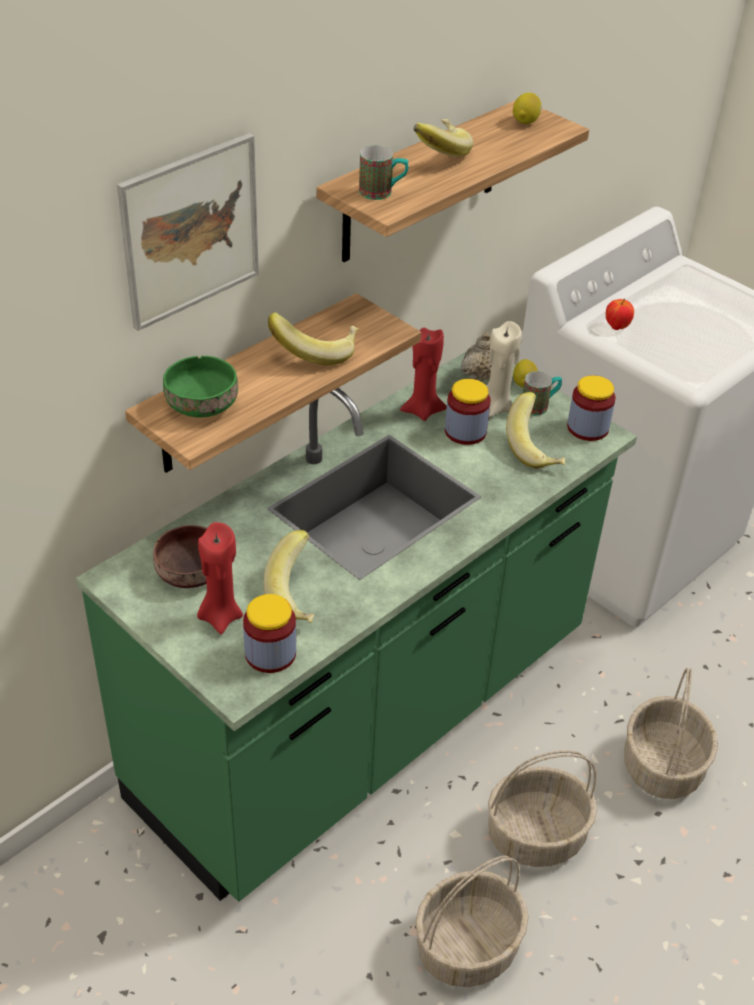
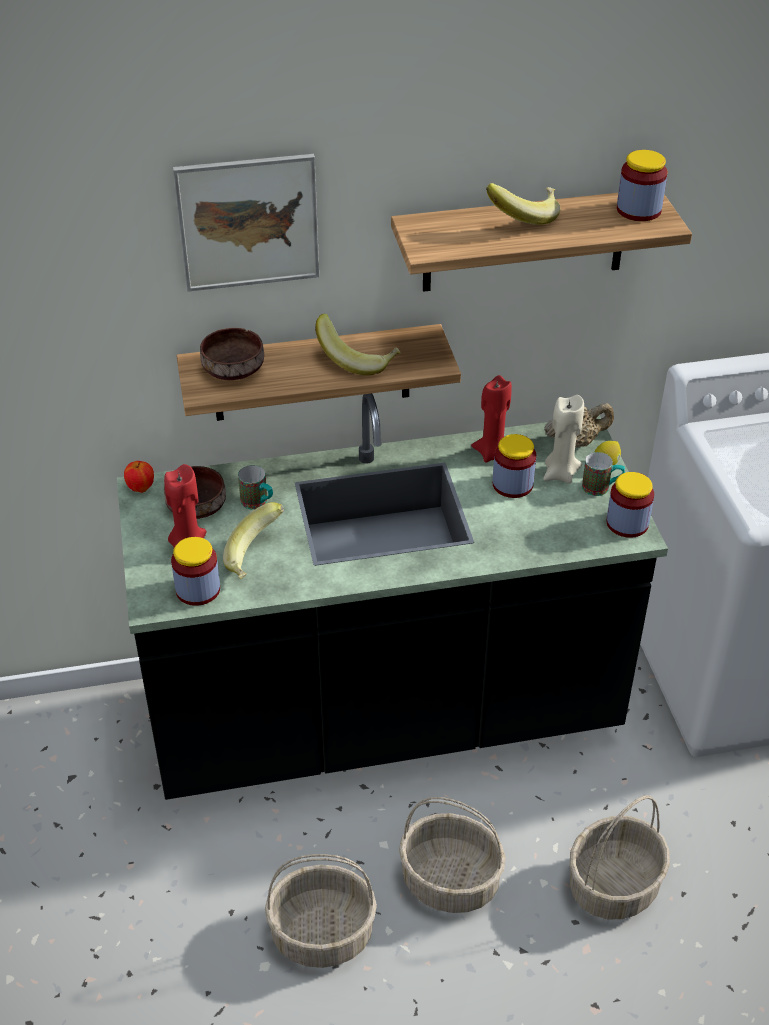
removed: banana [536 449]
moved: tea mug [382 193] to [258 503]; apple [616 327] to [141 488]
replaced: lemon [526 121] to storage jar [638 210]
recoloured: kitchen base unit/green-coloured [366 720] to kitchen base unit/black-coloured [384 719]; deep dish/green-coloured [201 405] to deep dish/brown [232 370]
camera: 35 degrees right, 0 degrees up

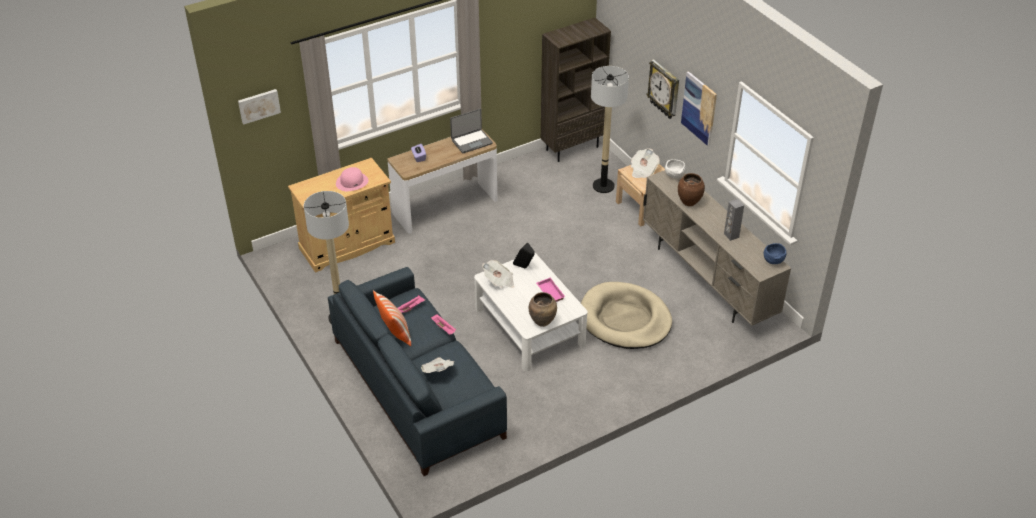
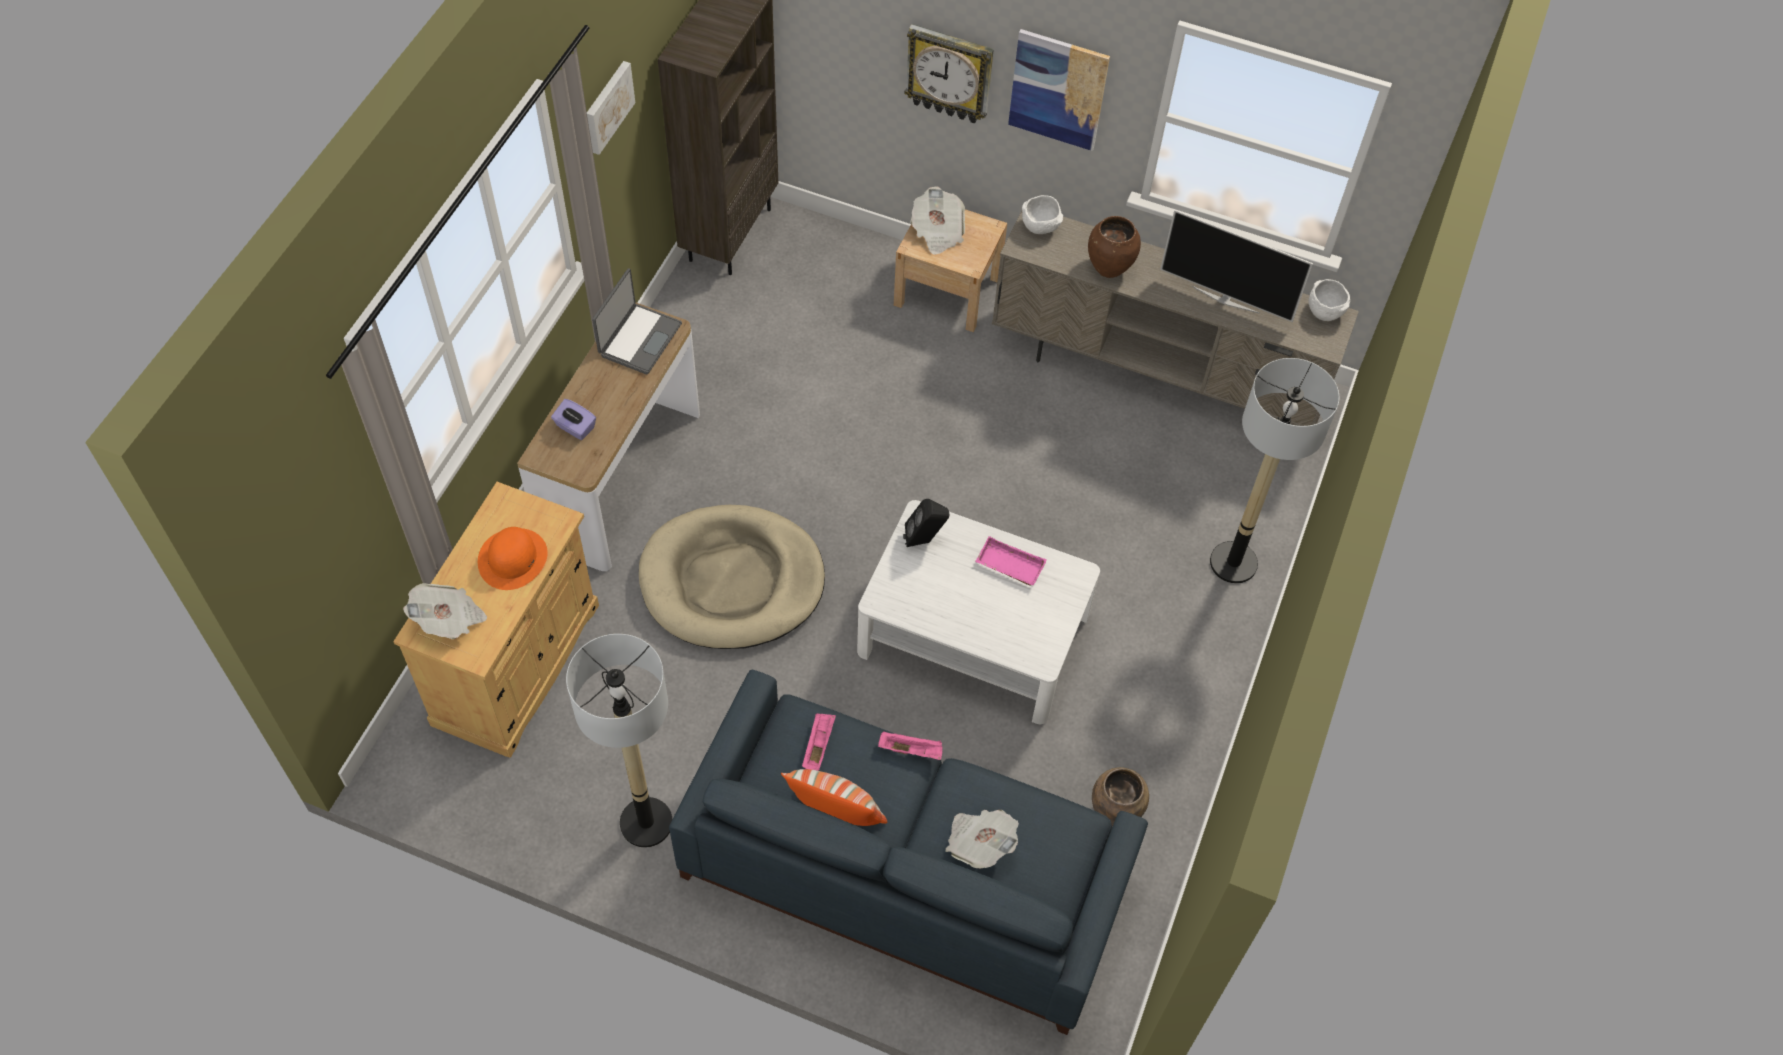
moved: wall picture [258 105] to [607 106]; newspaper [499 281] to [449 620]; decorative vase/brown [543 322] to [1115 812]; dog bed/beige-coloured [625 319] to [732 581]; standing lamp [603 186] to [1233 562]
replaced: audio speaker/grey [731 235] to television [1225 299]
recoloured: hat/pinkish [352 182] to hat/orange [513 558]; deep dish/blue [773 260] to deep dish/white-coloured [1323 311]
camera: 40 degrees left, 15 degrees up

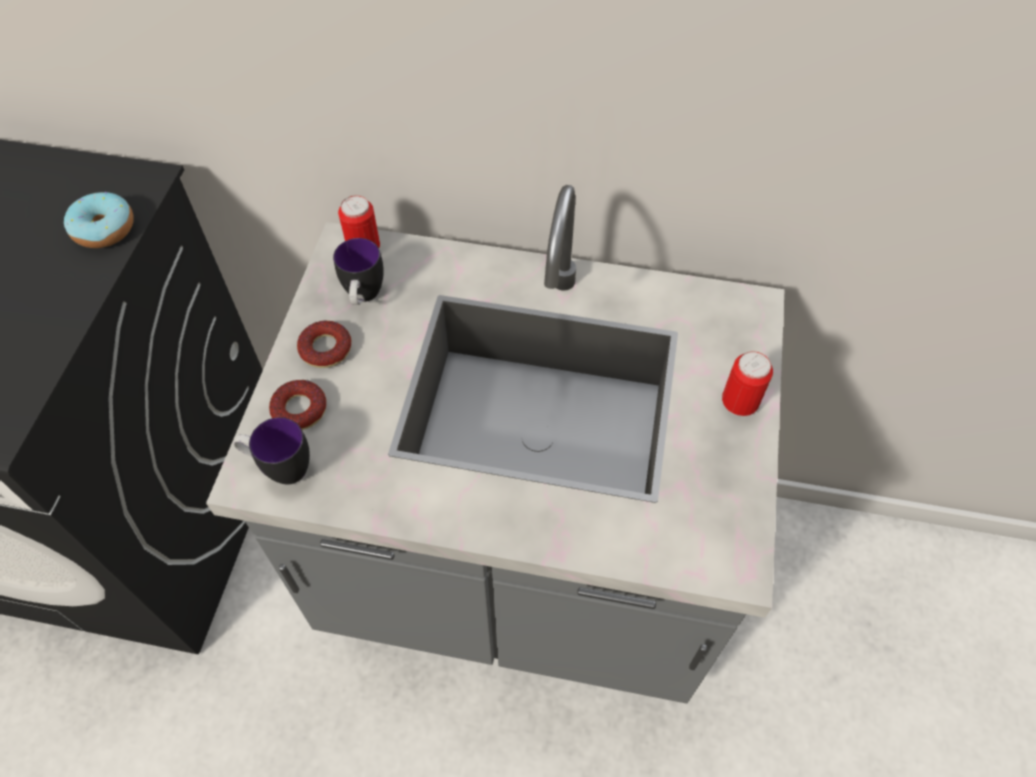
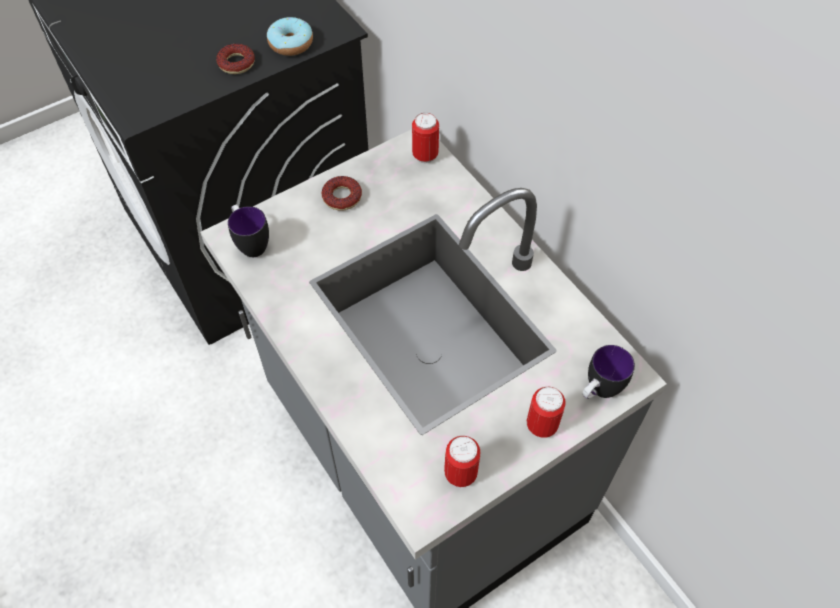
added: sealed can [460 474]
moved: donut [299 409] to [236 63]; tea mug [363 298] to [598 391]
camera: 45 degrees right, 0 degrees up

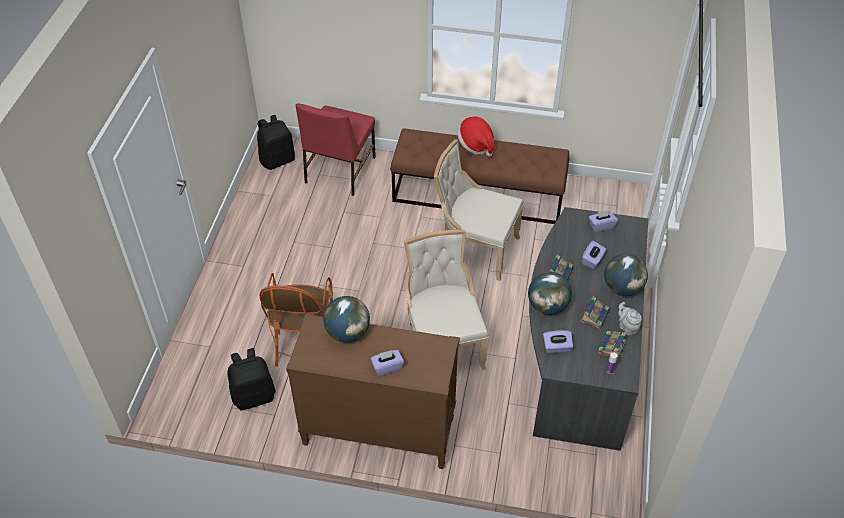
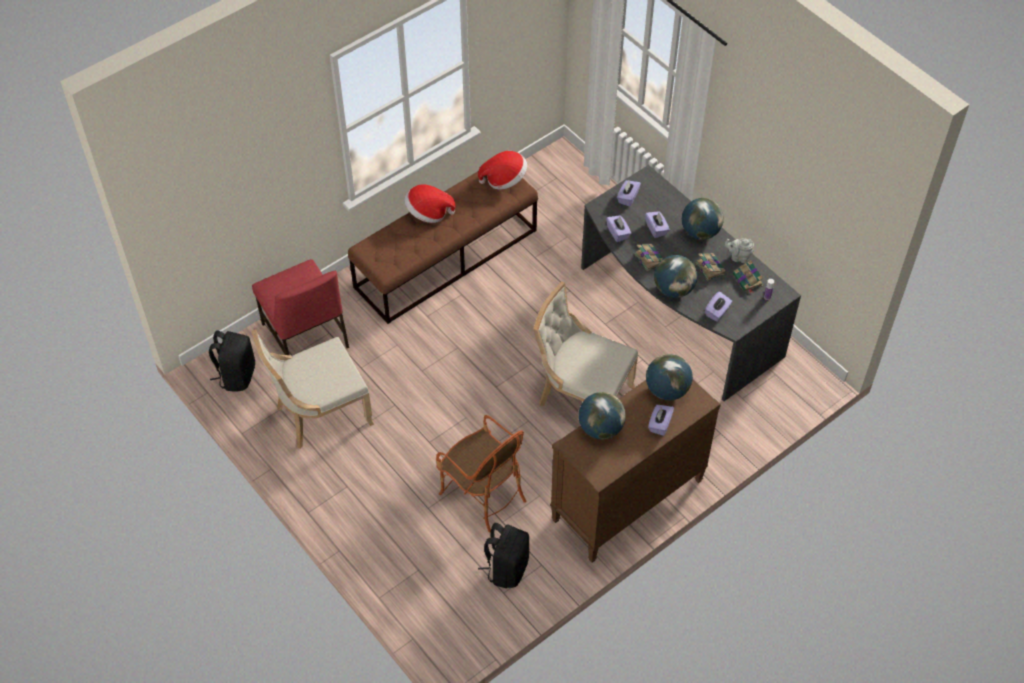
added: hat [504 179]; box of tissues/purplish [618 233]; world globe [667 390]
moved: upright chair/beige-coloured [475 248] to [319 414]
camera: 50 degrees left, 5 degrees up

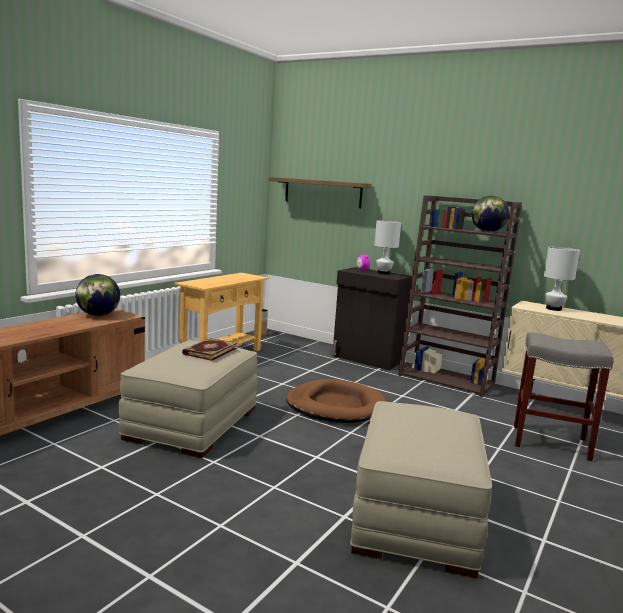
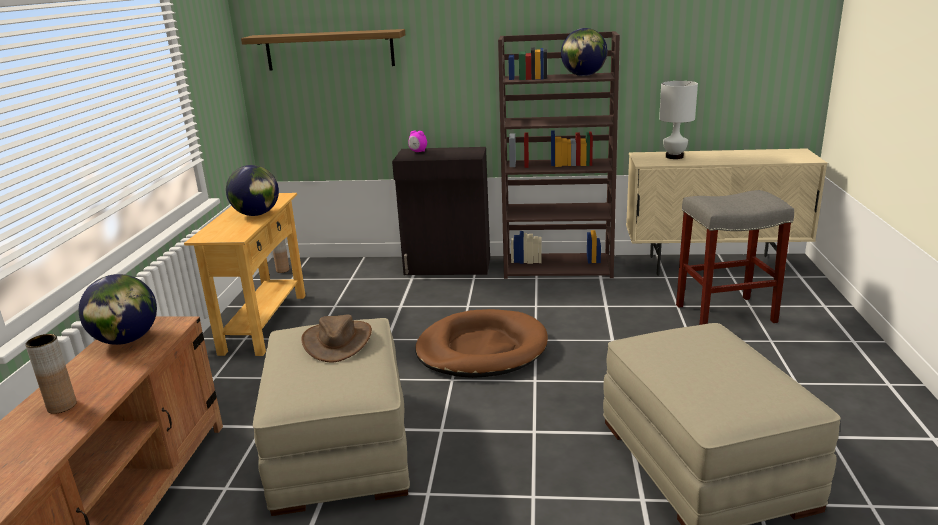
removed: lamp for a table/white-coloured [383 273]
added: decorative vase/brown [62 406]; world globe [256 214]
replaced: bound book [209 351] to hat/brown [337 341]
camera: 25 degrees left, 10 degrees up

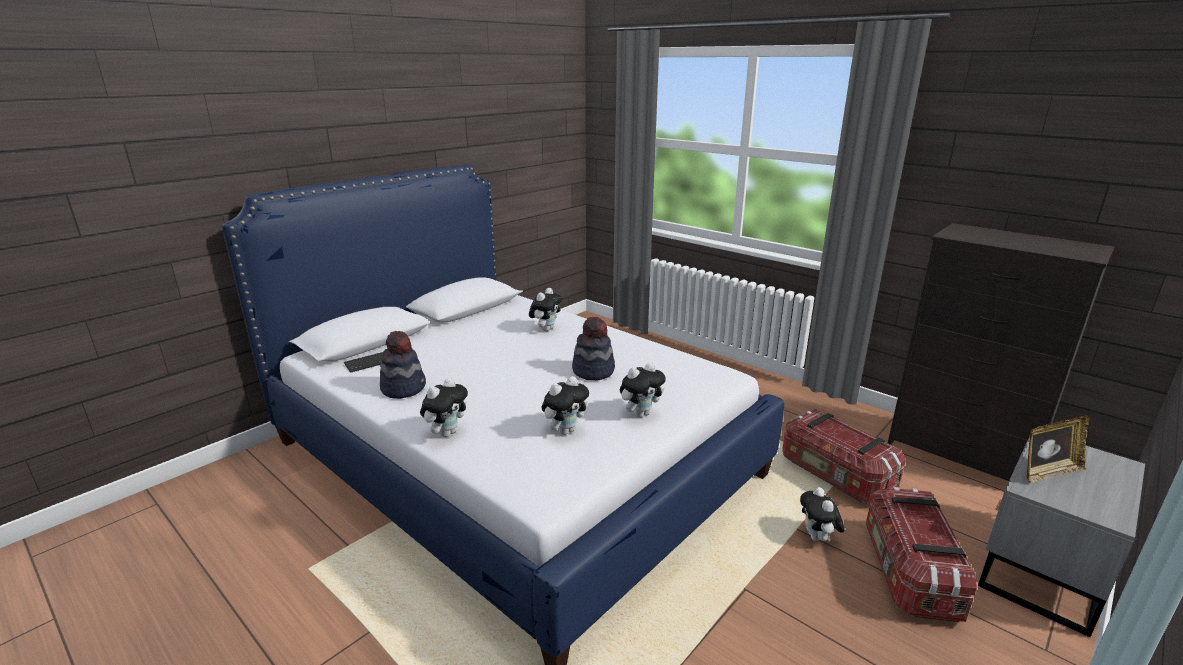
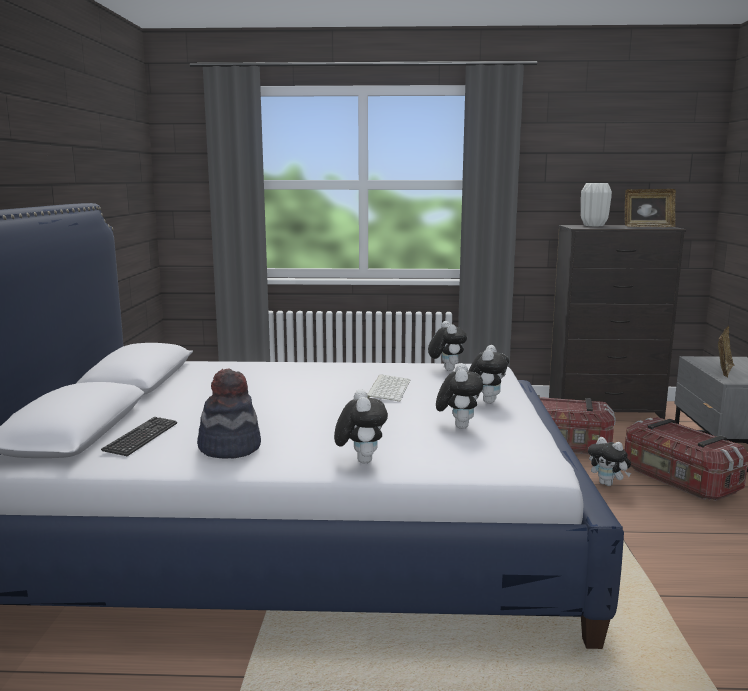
added: decorative vase/white-coloured [594 225]; picture frame [648 227]
moved: plush toy [546 329] to [446 369]
replaced: hat [593 371] to computer keyboard [387 389]
camera: 40 degrees left, 10 degrees down

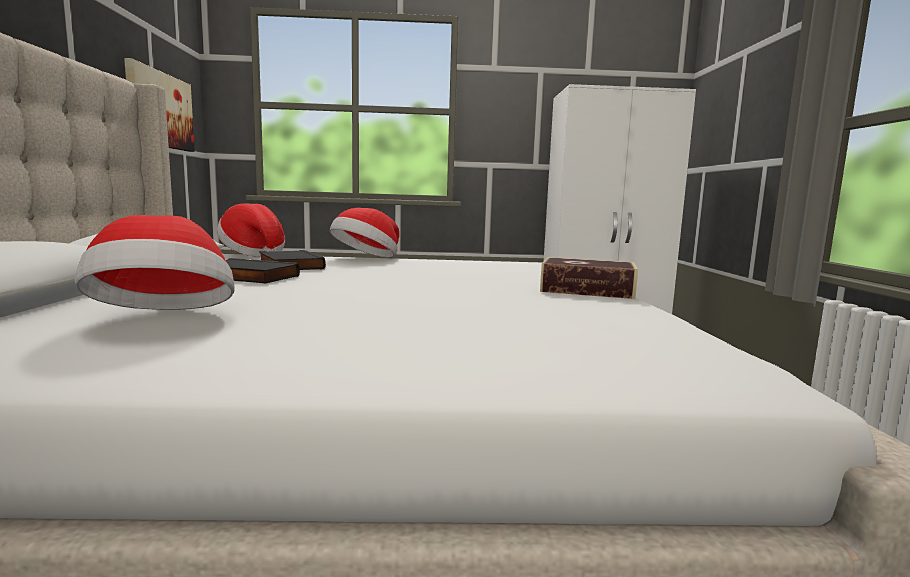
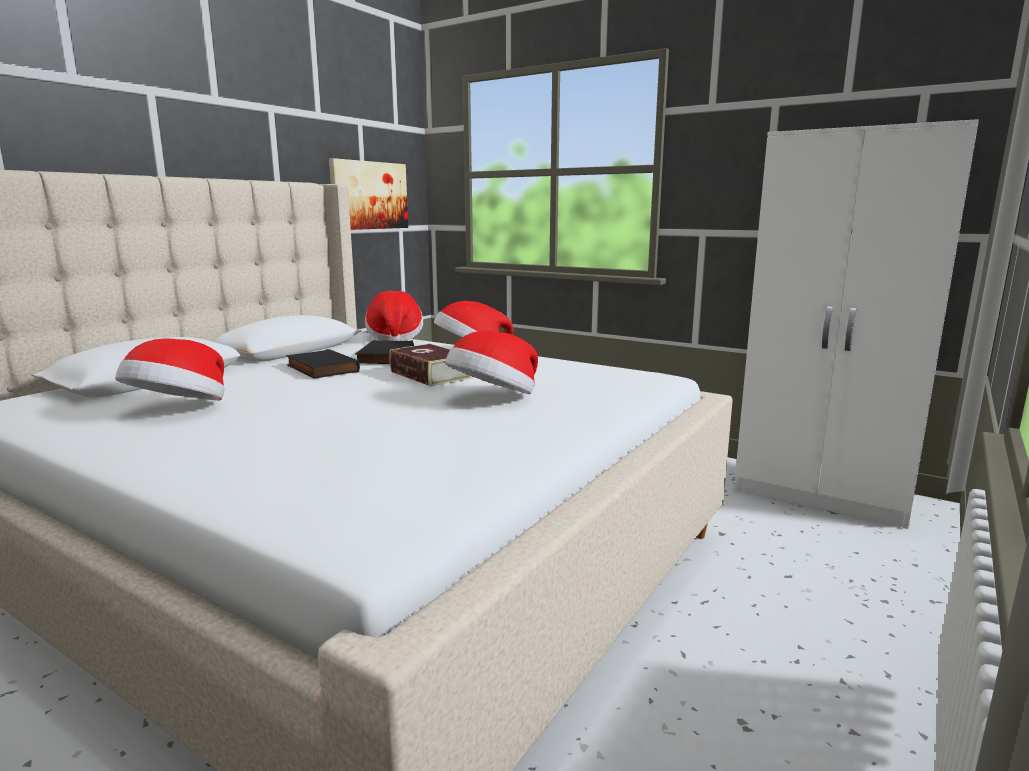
added: hat [493 398]
moved: bound book [587 290] to [430 375]
camera: 35 degrees right, 5 degrees up

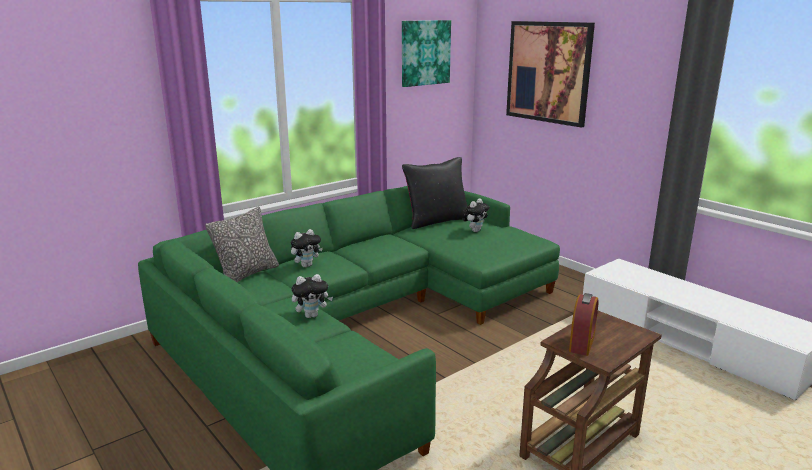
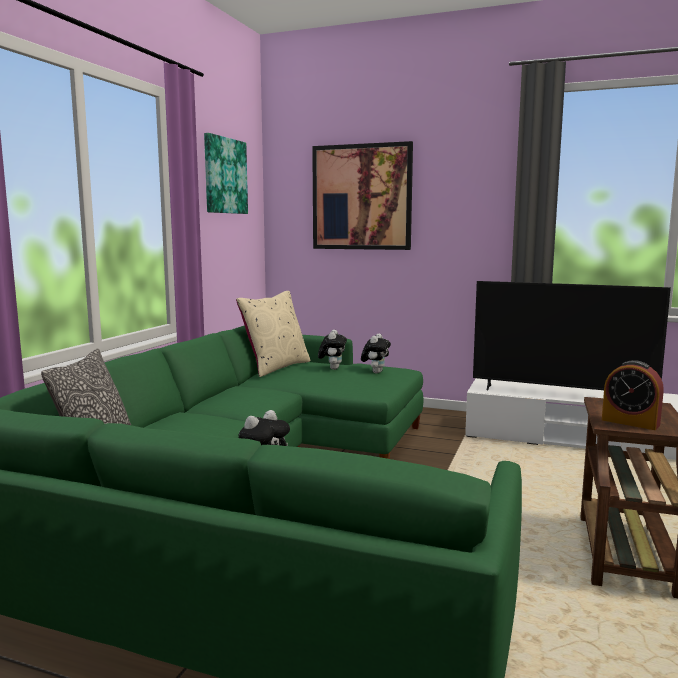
added: television [560 395]
moved: plush toy [306 265] to [375 372]
recoloured: throw pillow/black-coloured [436 221] to throw pillow/beige-coloured [276 367]
turned: bedside clock [582 343] = [630 422] 135 degrees clockwise
camera: 30 degrees left, 10 degrees down

